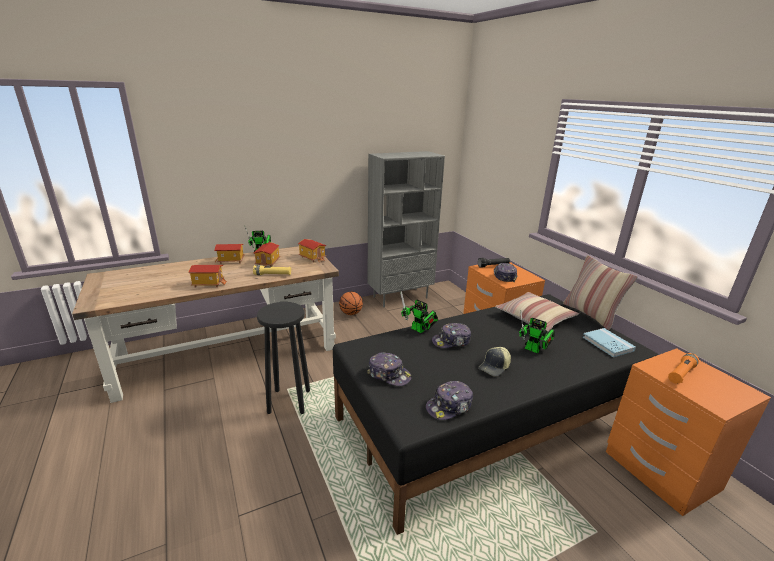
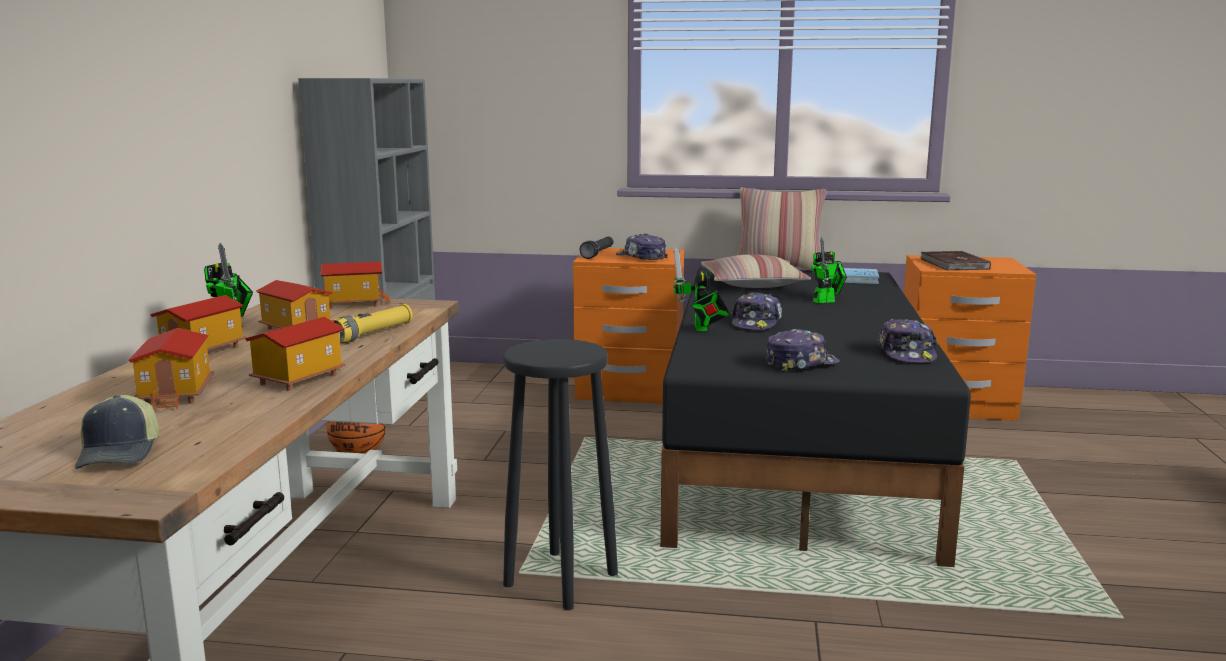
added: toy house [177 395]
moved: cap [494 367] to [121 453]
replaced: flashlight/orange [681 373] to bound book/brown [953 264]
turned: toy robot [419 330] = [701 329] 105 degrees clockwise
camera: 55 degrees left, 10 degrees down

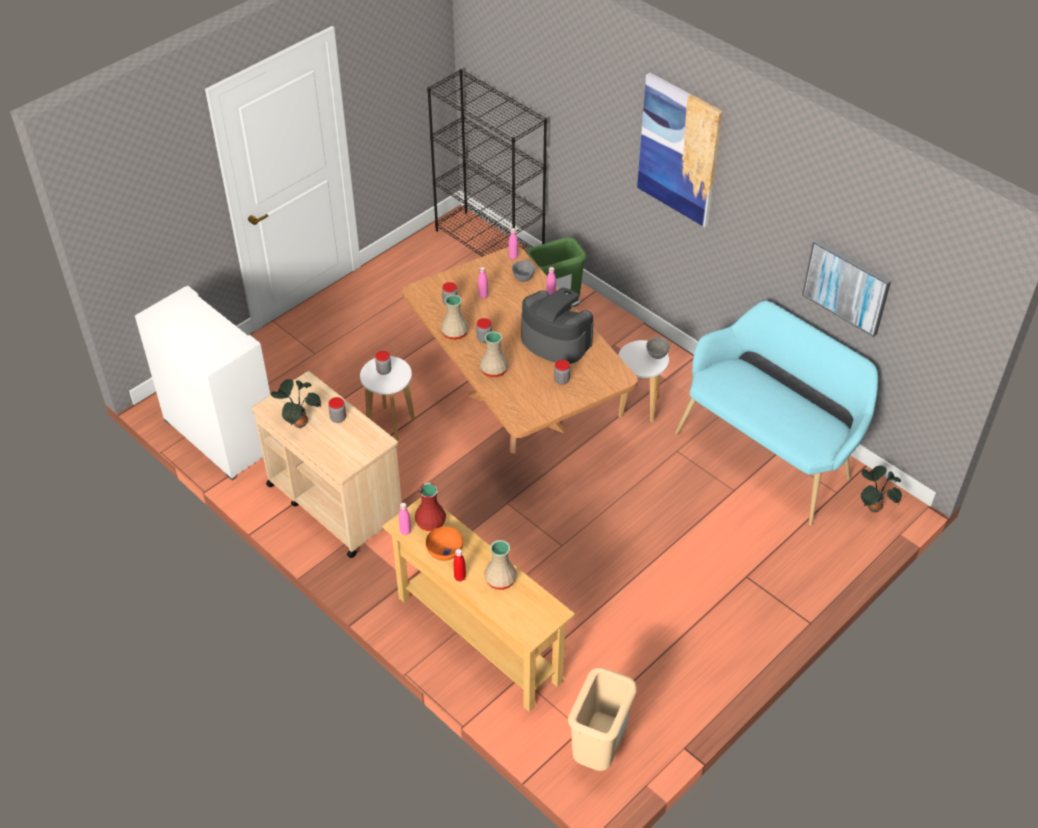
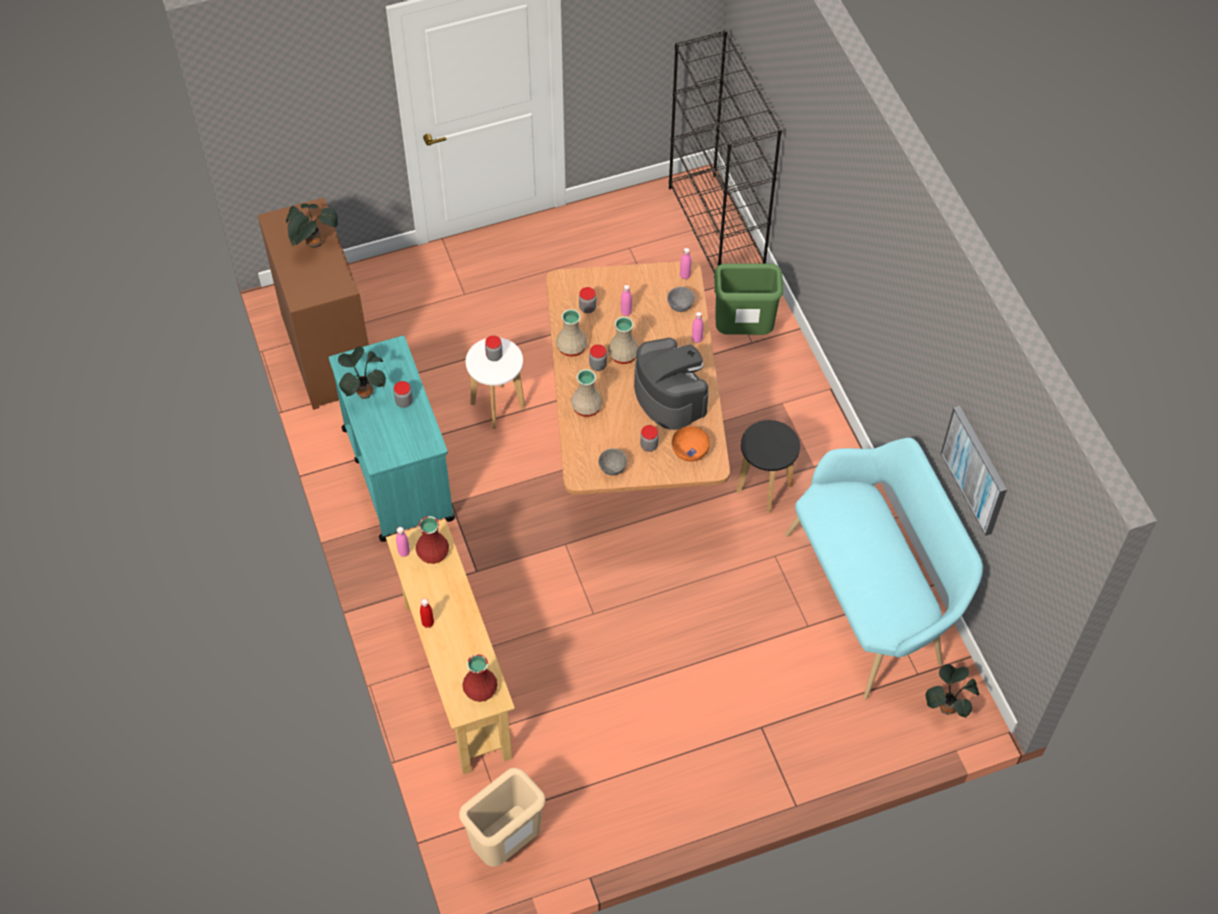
removed: wall picture [679 150]
added: potted plant [313 244]; decorative vase/red [479 689]
moved: deep dish/orange [445 550] to [690 450]; decorative vase/beige-coloured [500 580] to [623 355]; deep dish/grey [657 355] to [613 469]
recoloured: cabinet/white-coloured [220 434] to cabinet/brown [326 352]; cart/beige-coloured [334 501] to cart/turquoise-coloured [398 473]; sitting stool/white-coloured [639 407] to sitting stool/black-coloured [764 489]
camera: 25 degrees right, 10 degrees up

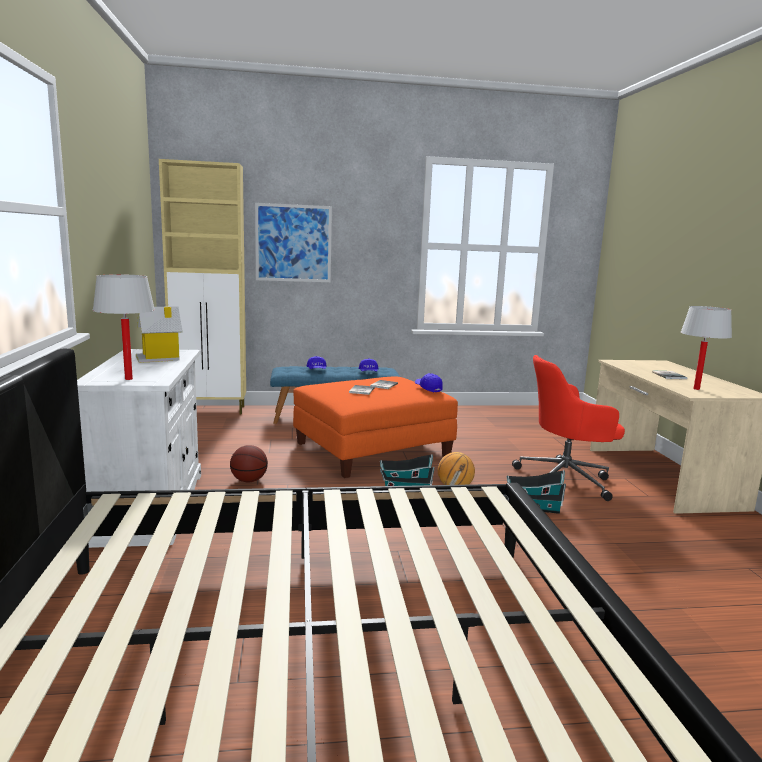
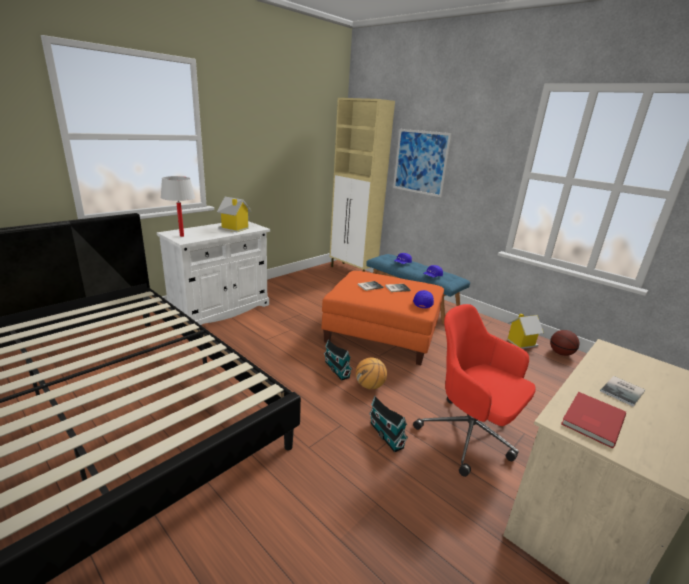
added: toy house [521 343]
moved: basketball [249 481] to [561 353]
replaced: lamp for a table/white-coloured [696 389] to bound book/red [591 420]
camera: 50 degrees right, 10 degrees up

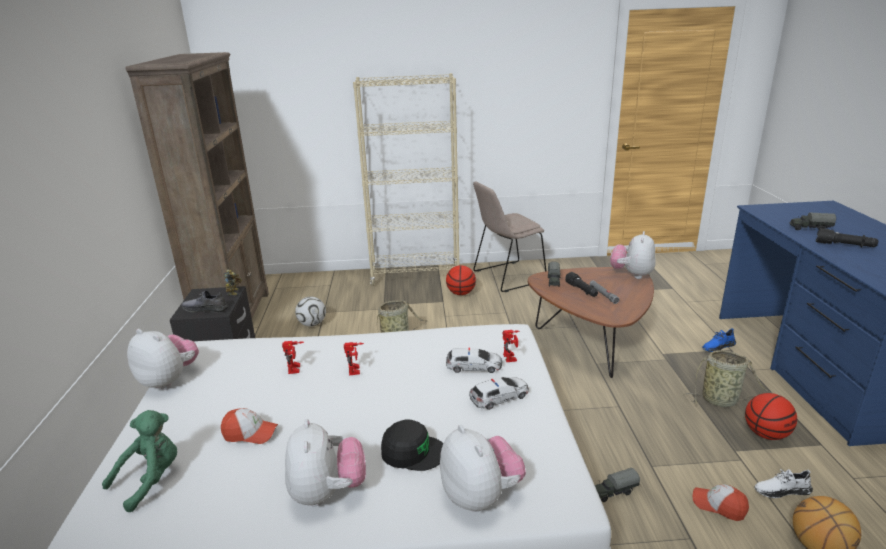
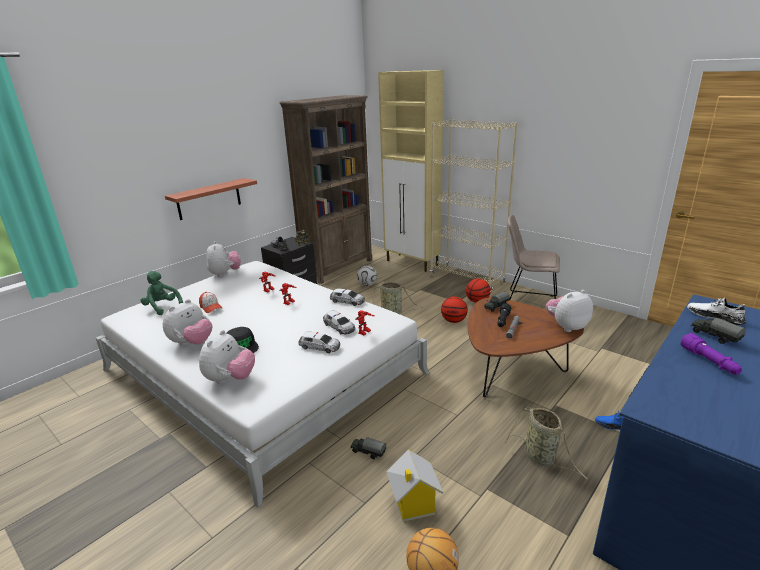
added: bracket shelf [209 199]; miniature car [347 301]; cabinet/beige-coloured [412 263]
moved: basketball [766 434] to [453 321]; low shoe/white-coloured [781 490] to [714 316]
replaced: cap [719 505] to toy house [413 504]
recoloured: flashlight/black-coloured [844 245] to flashlight/purplish [709 361]
turned: plush toy/green-coloured [151 480] = [162 307] 135 degrees counterclockwise
camera: 45 degrees right, 0 degrees up

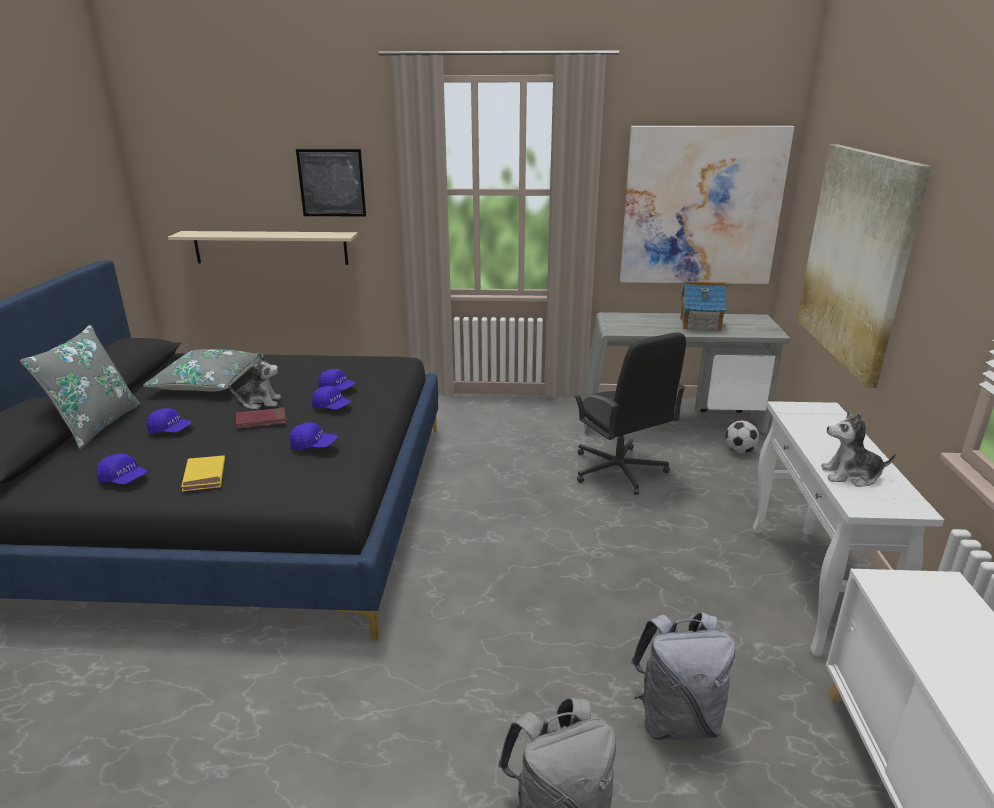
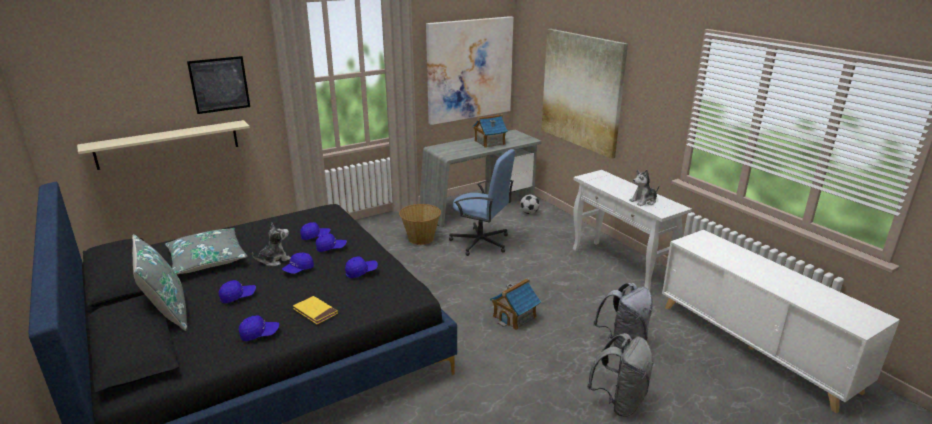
added: storage basket [421 238]; toy house [514 317]
replaced: bound book/red [261 420] to cap/blue [298 270]
recoloured: desk chair/black-coloured [619 471] to desk chair/blue [481 242]
camera: 35 degrees left, 0 degrees up

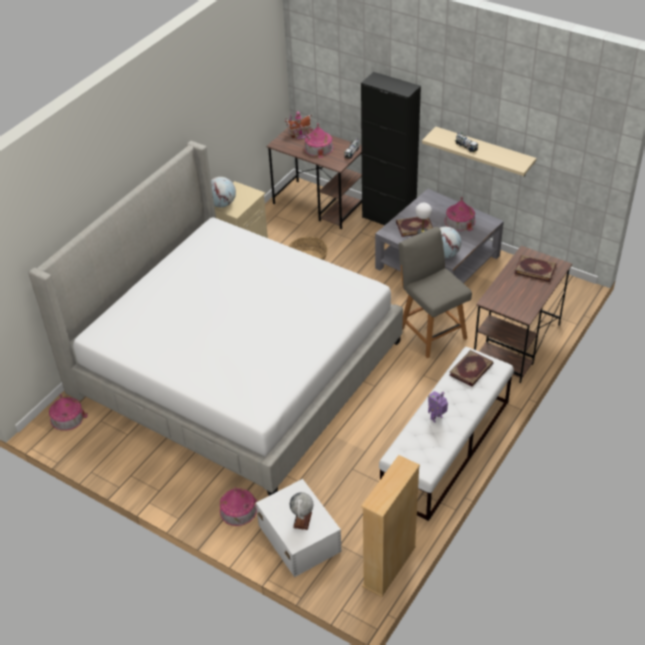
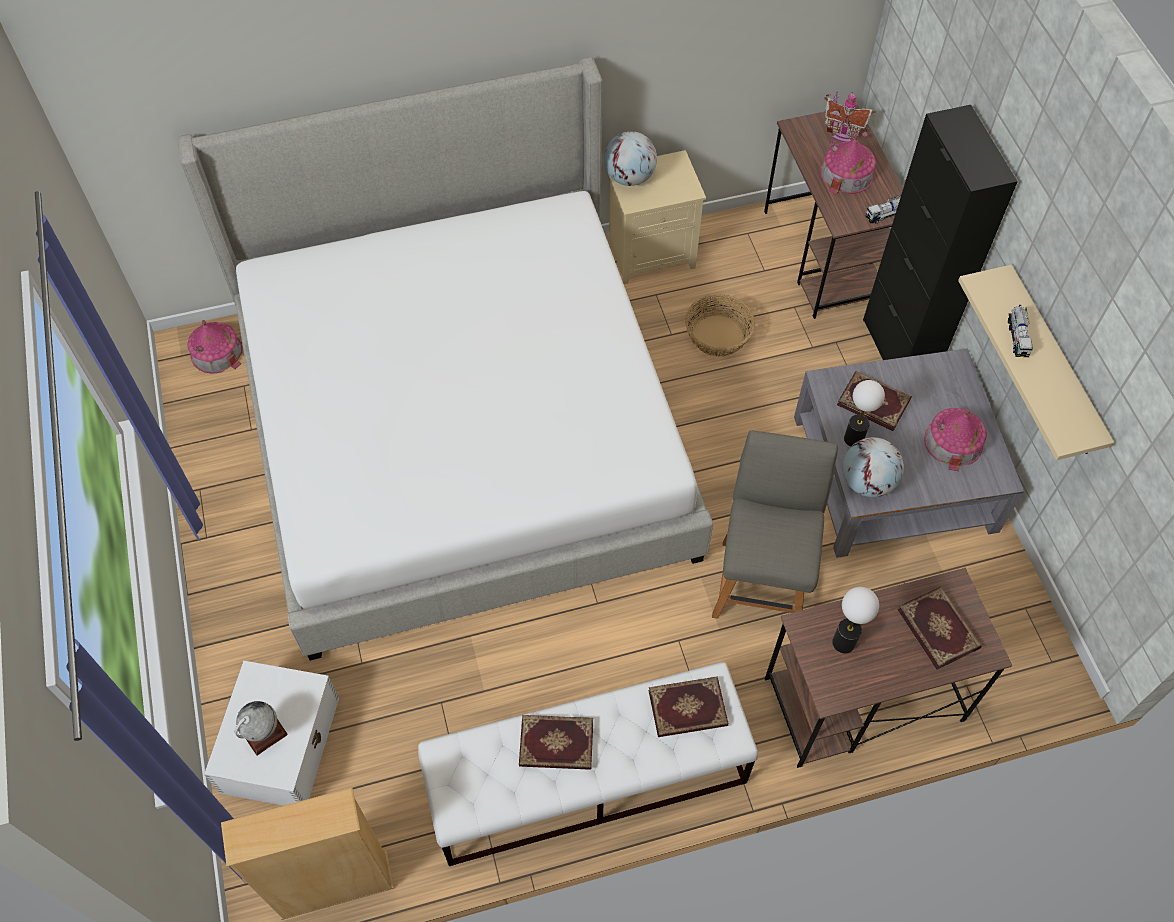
removed: toy house [238 510]
added: lamp for a table [843 642]
replaced: toy robot [437 418] to bound book [556 745]
camera: 40 degrees right, 15 degrees up

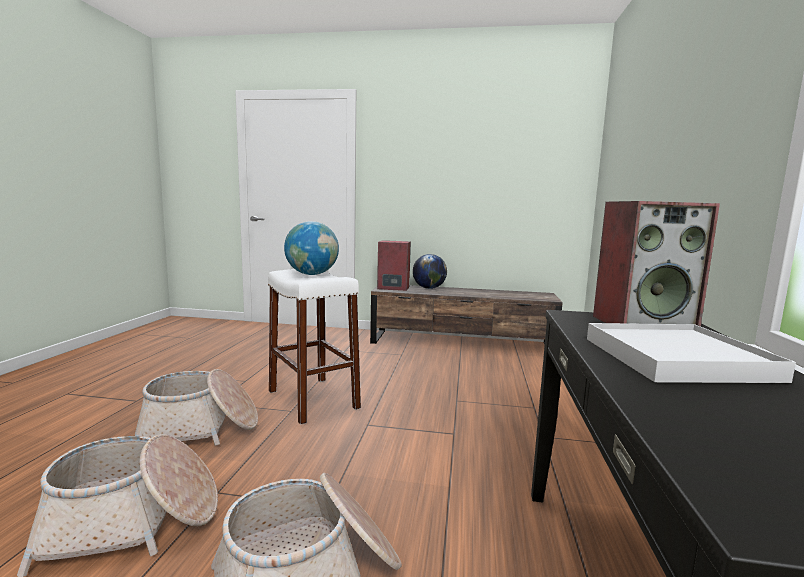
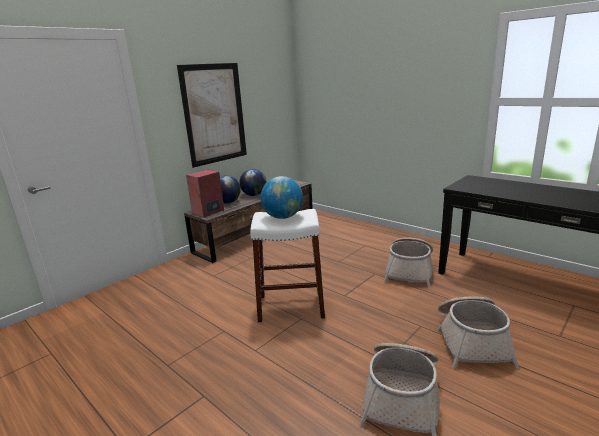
removed: serving tray/white-coloured [675 358]; audio speaker [643 323]
added: wall picture [214 114]; world globe [254 195]
moved: storage basket [200 429] to [410 271]
camera: 55 degrees left, 10 degrees up

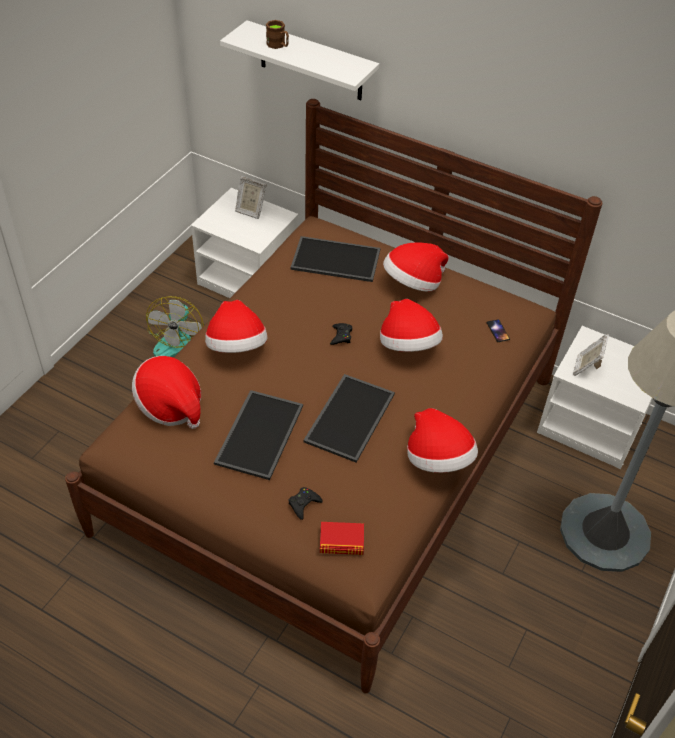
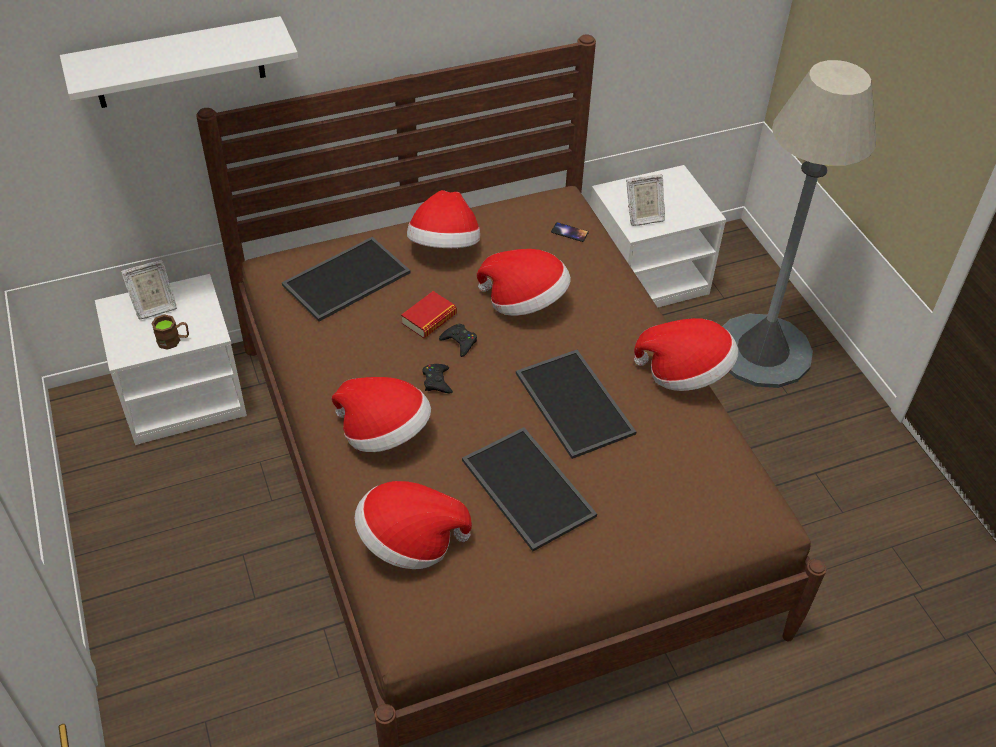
removed: fan [176 339]
moved: tea mug/brown [278 45] to [173 340]; joypad/black-coloured [303 504] to [437 381]; bound book [341 541] to [429 319]
turned: picture frame [586 368] = [643 217] 75 degrees counterclockwise
camera: 50 degrees left, 0 degrees up

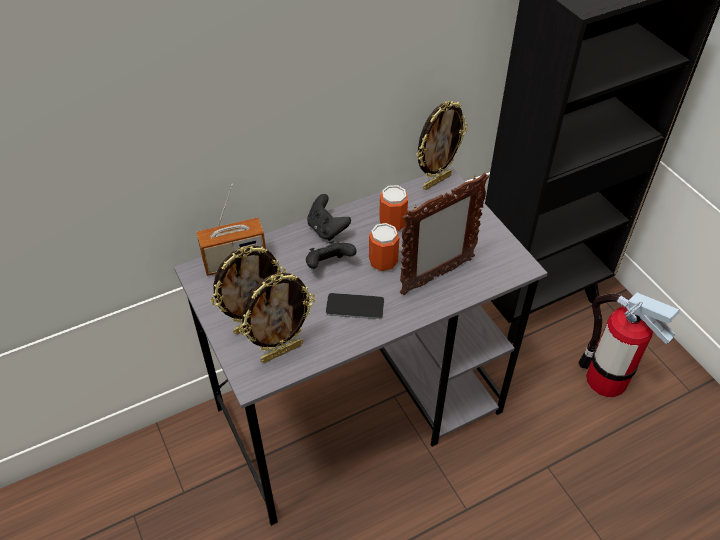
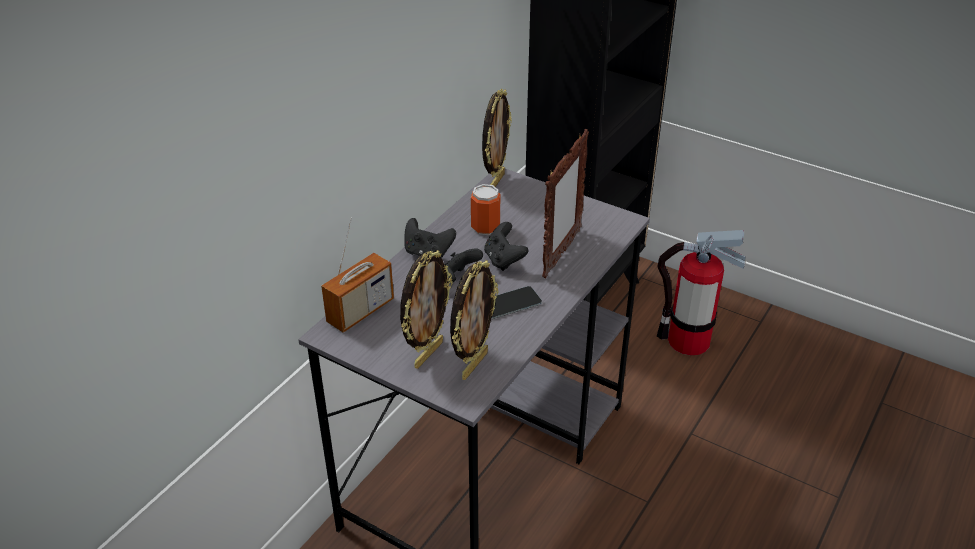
replaced: sealed can [383 262] to joypad/black-coloured [504 260]
camera: 30 degrees left, 10 degrees down

